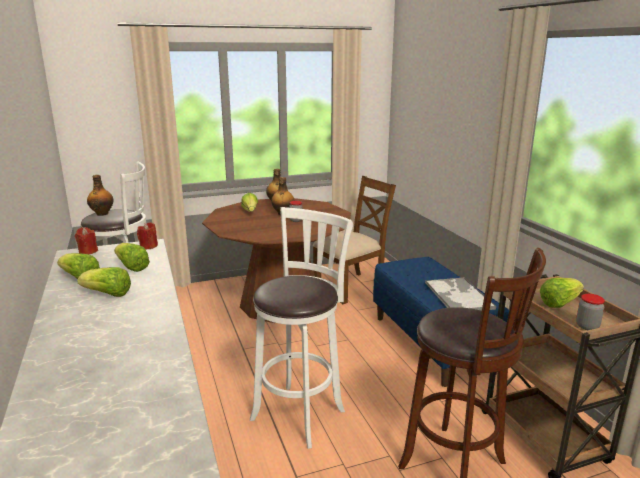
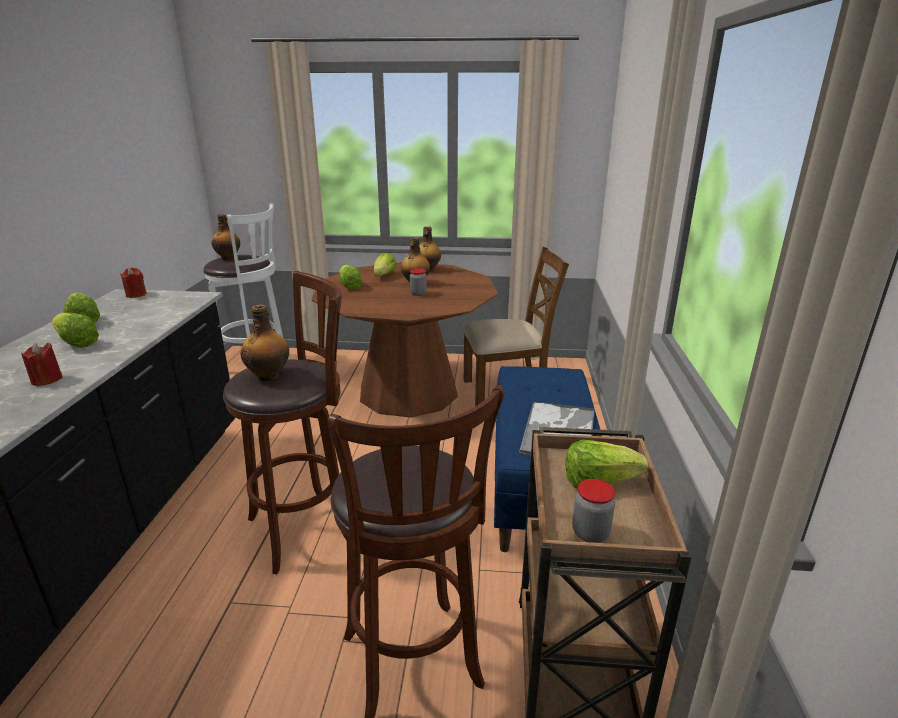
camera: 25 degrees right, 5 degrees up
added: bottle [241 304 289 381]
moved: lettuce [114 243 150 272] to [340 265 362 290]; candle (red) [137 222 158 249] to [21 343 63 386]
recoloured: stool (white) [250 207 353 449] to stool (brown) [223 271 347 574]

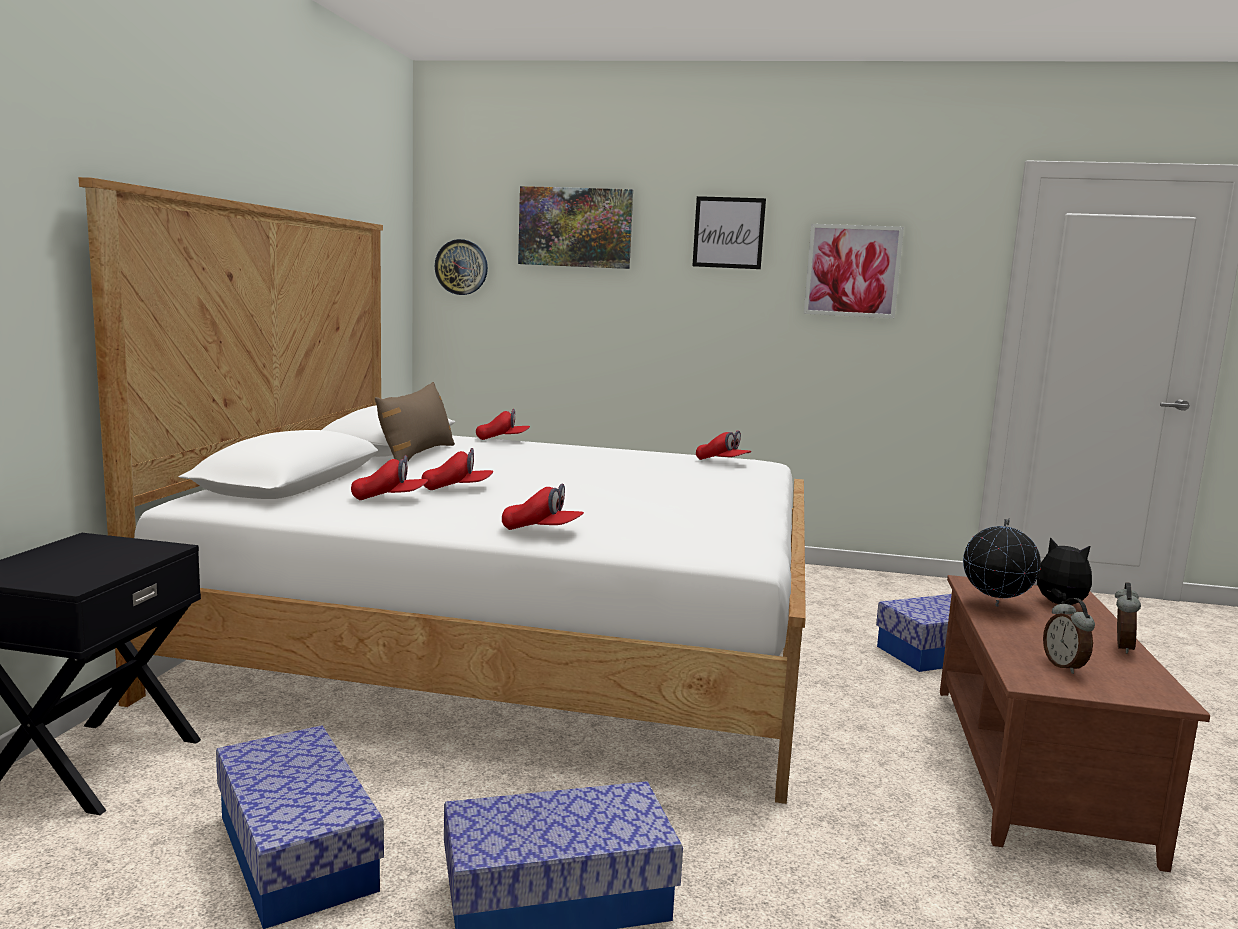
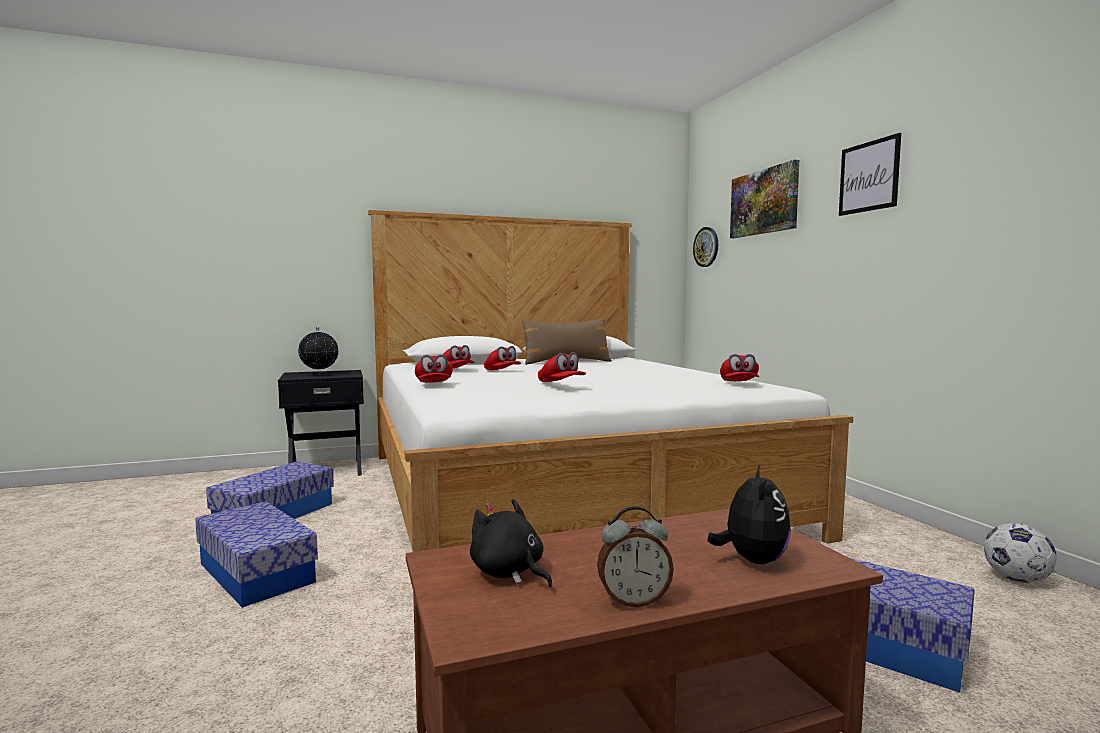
camera: 60 degrees right, 5 degrees down
removed: picture [804 224 904 318]
added: football [984 523 1057 583]
moved: cap (red) [476 409 530 440] to [538 352 586 382]; globe [963 518 1041 607] to [298 327 339 375]
replaced: alarm clock [1043 598 1095 674] to plush toy (black) [470 499 552 587]

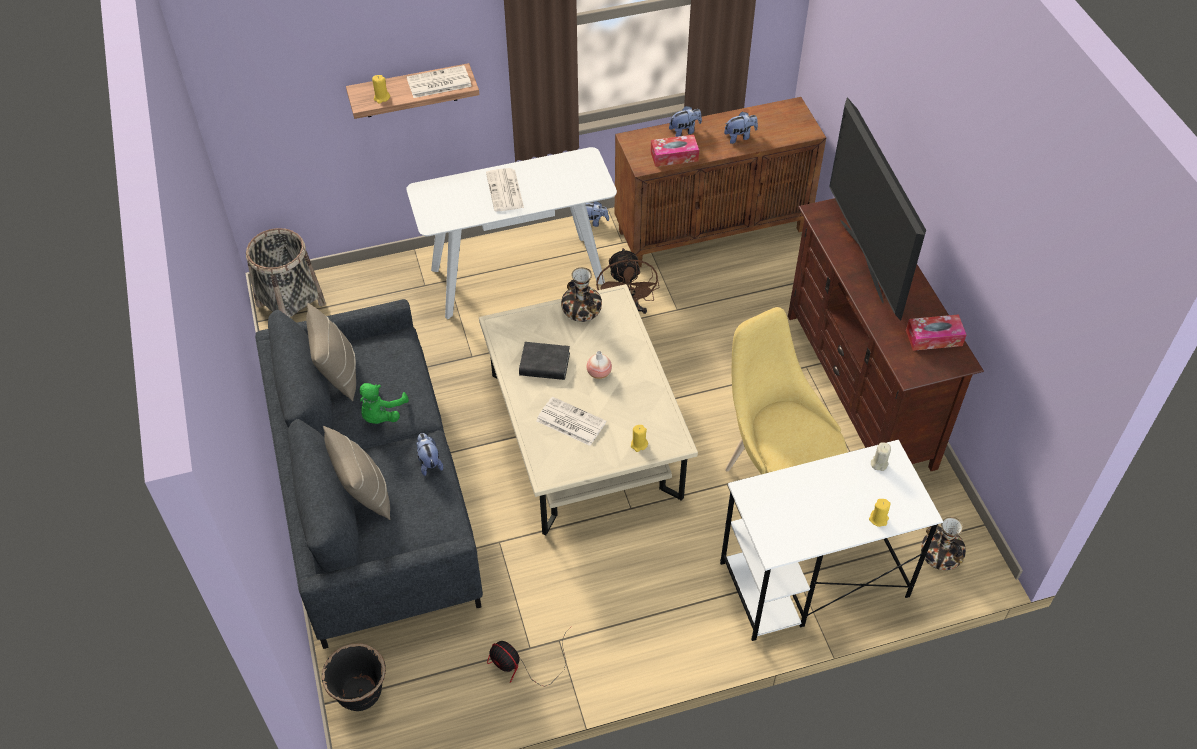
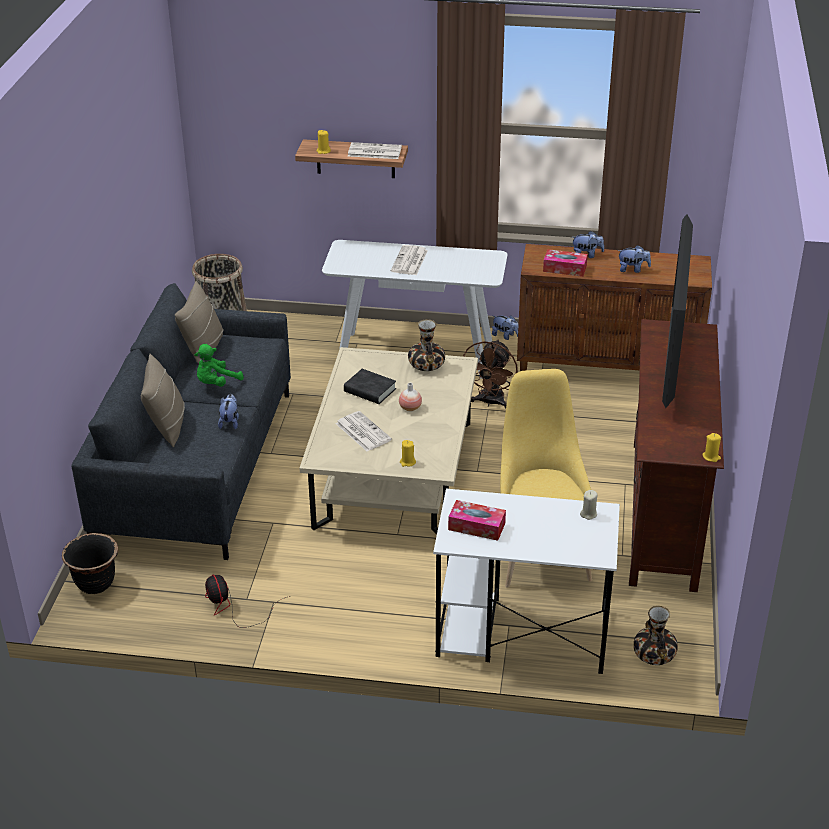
camera: 25 degrees right, 15 degrees down
moved: candle (yellow) [869 499 891 527] to [702 433 721 462]; tissue box [906 314 967 351] to [448 500 506 541]

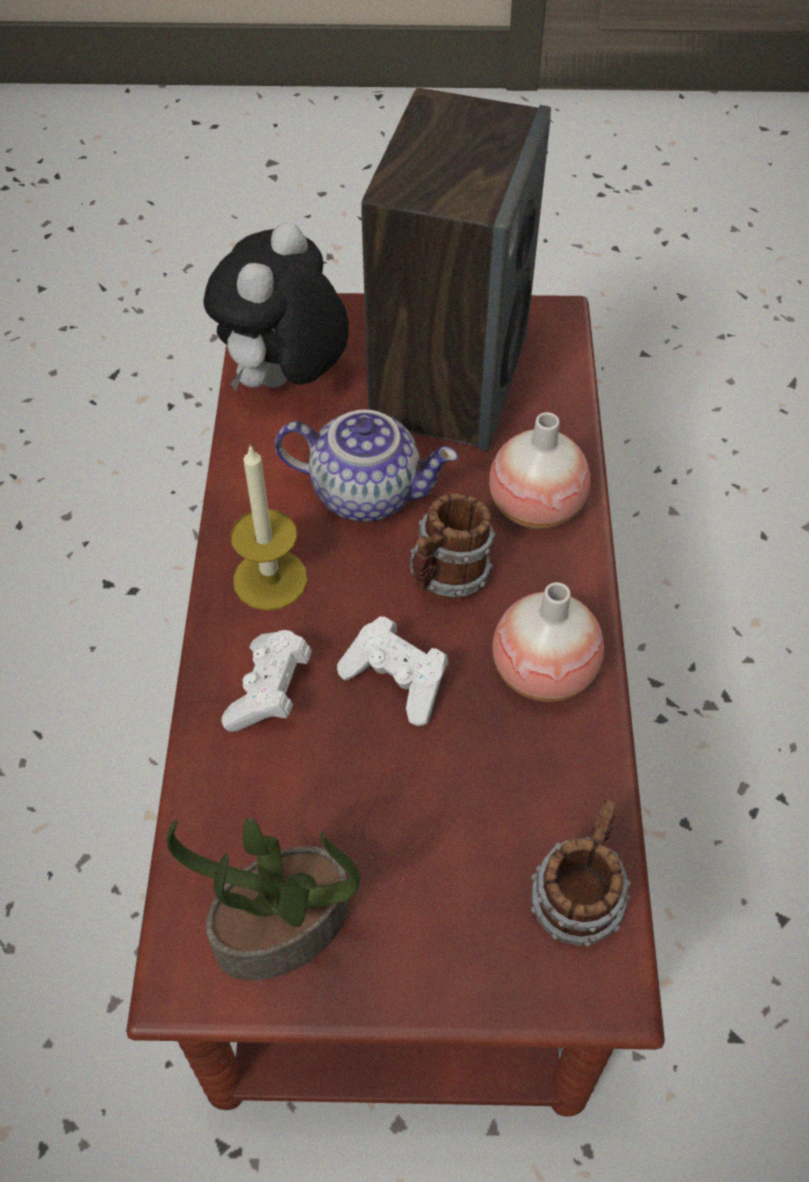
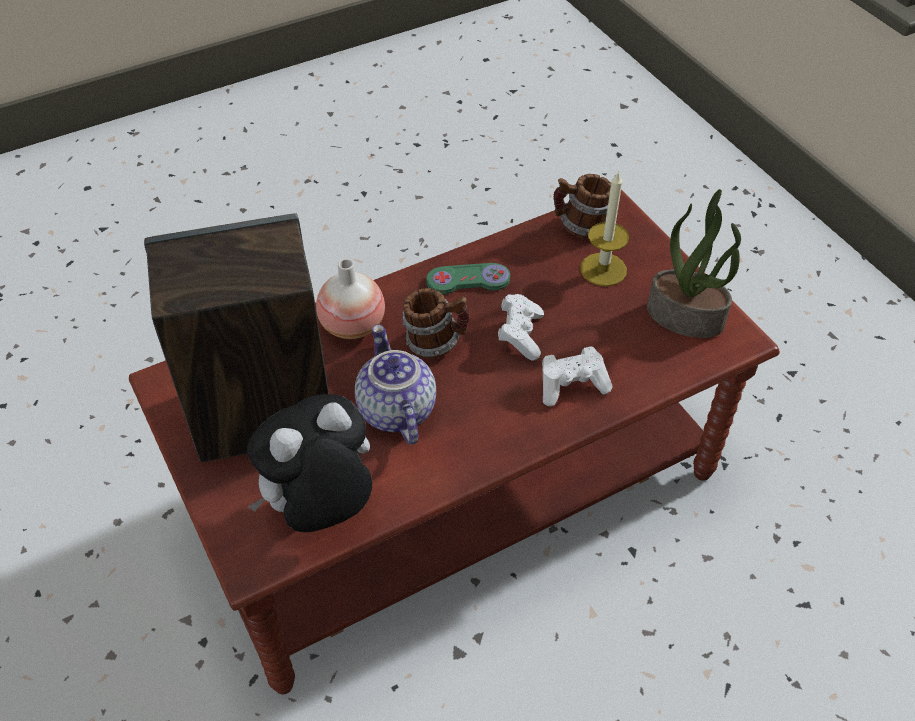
camera: 120 degrees left, 5 degrees down
moved: candle [231 444 308 611] to [580 171 629 286]
replaced: vase [493 582 604 702] to game controller (green) [426 263 510 294]
turned: plush toy [203 222 349 392] = [247 394 372 532] 150 degrees clockwise

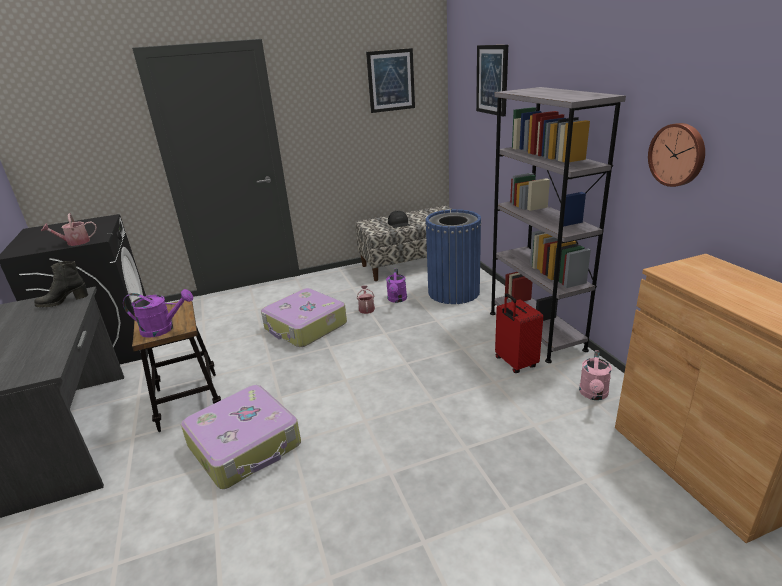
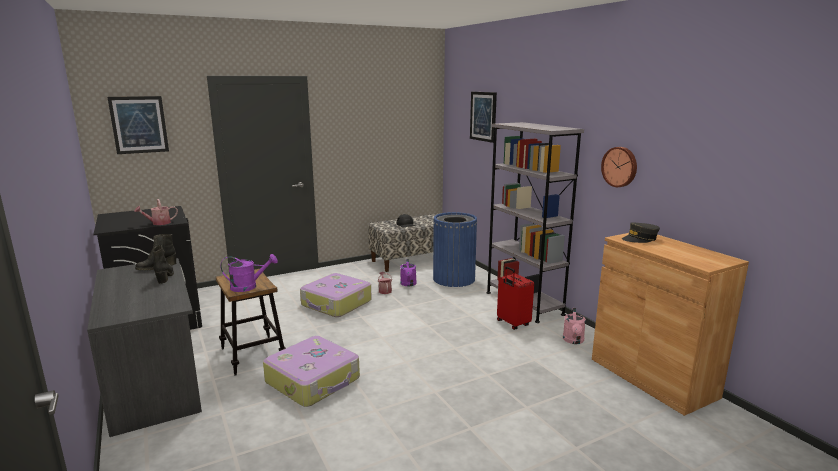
camera: 10 degrees left, 10 degrees down
added: boot (black) [153 245 174 284]; cap (grey) [622 222 660 243]
moved: picture [366 48 415 113] to [107 96 169 154]

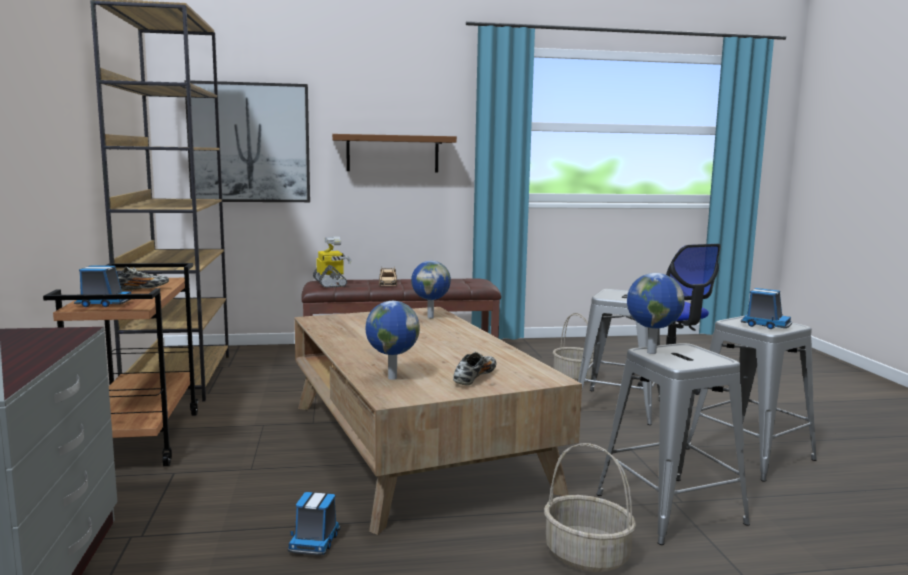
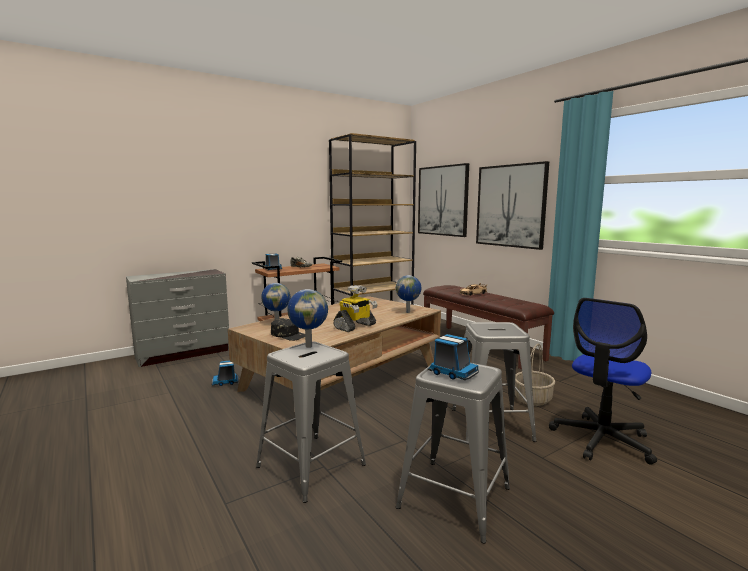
camera: 65 degrees right, 0 degrees up
removed: basket [544 443 636 572]
moved: toy robot [313 236 352 288] to [333 285 378 332]
replaced: shelf (brown) [332 134 457 172] to picture [476 161 549 250]; shoe [453 352 497 385] to cap (black) [271 318 305 341]
turned: toy truck [741 288 792 329] = [428 334 479 380] 60 degrees counterclockwise

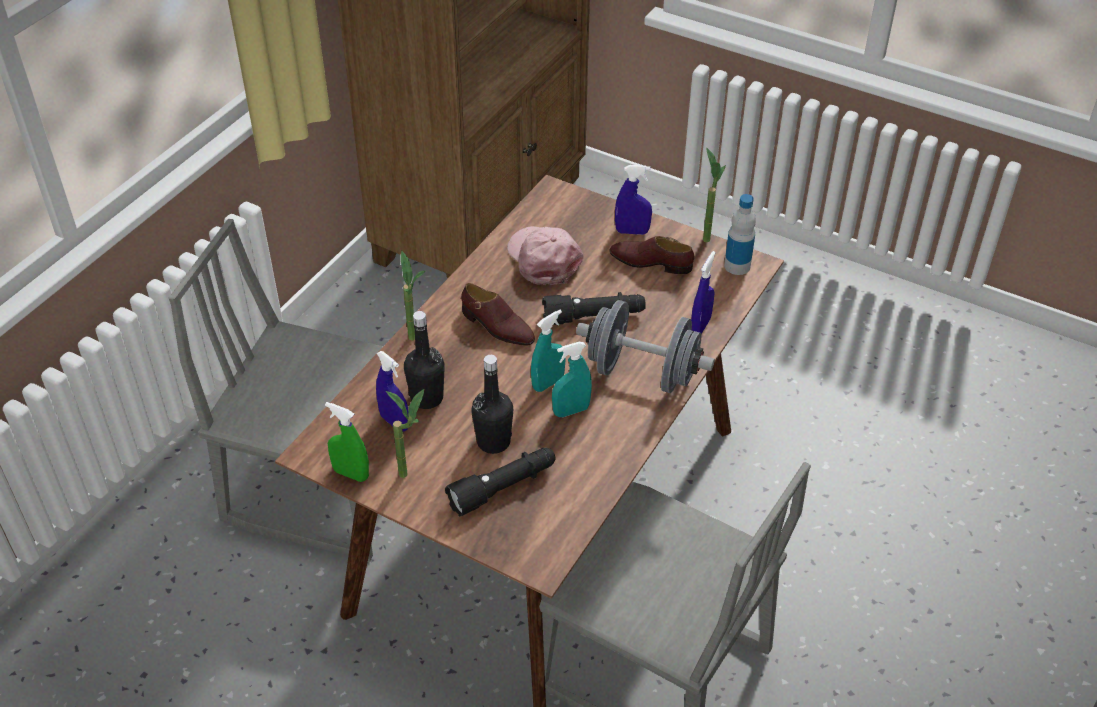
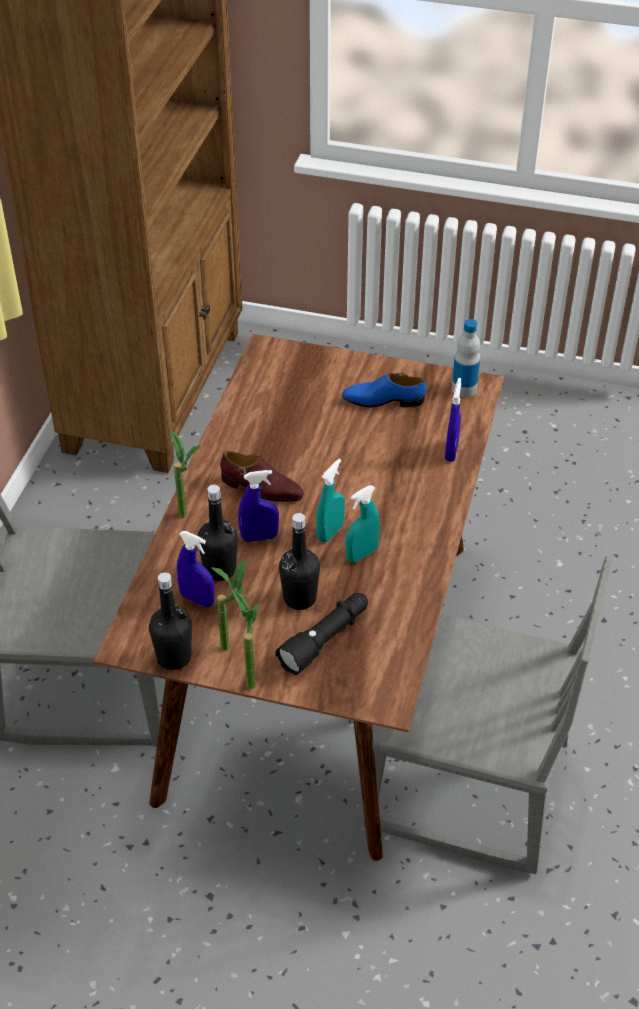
camera: 15 degrees left, 0 degrees up
removed: cap (pink) [507 226 584 285]; flashlight (black) [542 292 646 325]; dumbbell (grey) [576 300 715 393]
moved: spray bottle (blue) [615 165 652 235] to [238 470 279 542]; potted plant [703 148 726 243] to [232 589 259 689]
replaced: spray bottle (green) [325 402 369 482] to bottle (black) [149 572 192 670]
recoloured: shoe (brown) [610 236 694 275] to shoe (blue) [342 373 427 408]

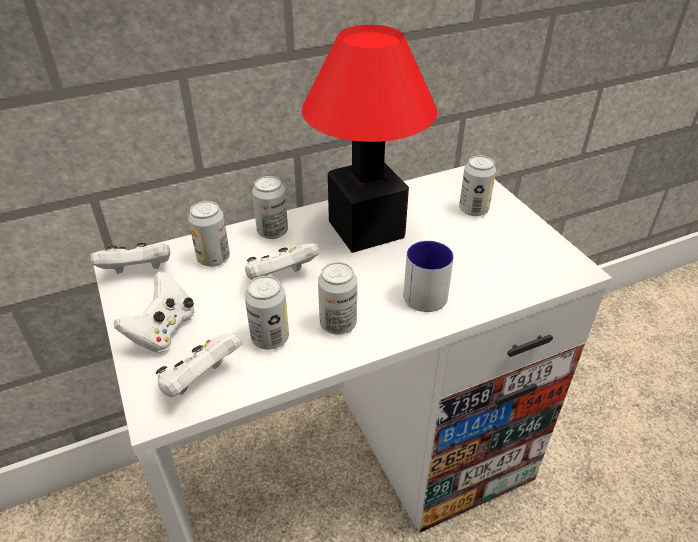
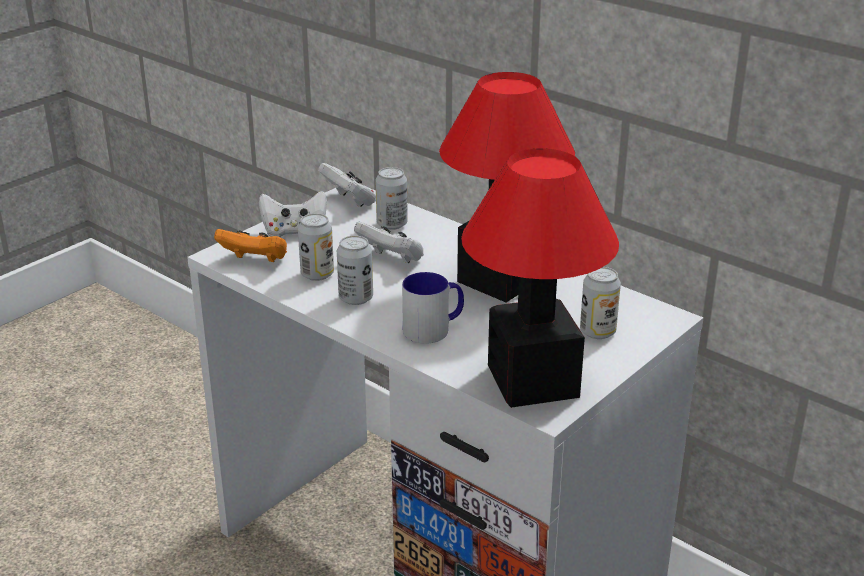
camera: 65 degrees right, 10 degrees down
removed: can [252 176 288 239]
added: table lamp [461 148 619 408]
recoloured: game controller (white) [156 332 243 397] to game controller (orange) [214 229 287 262]

